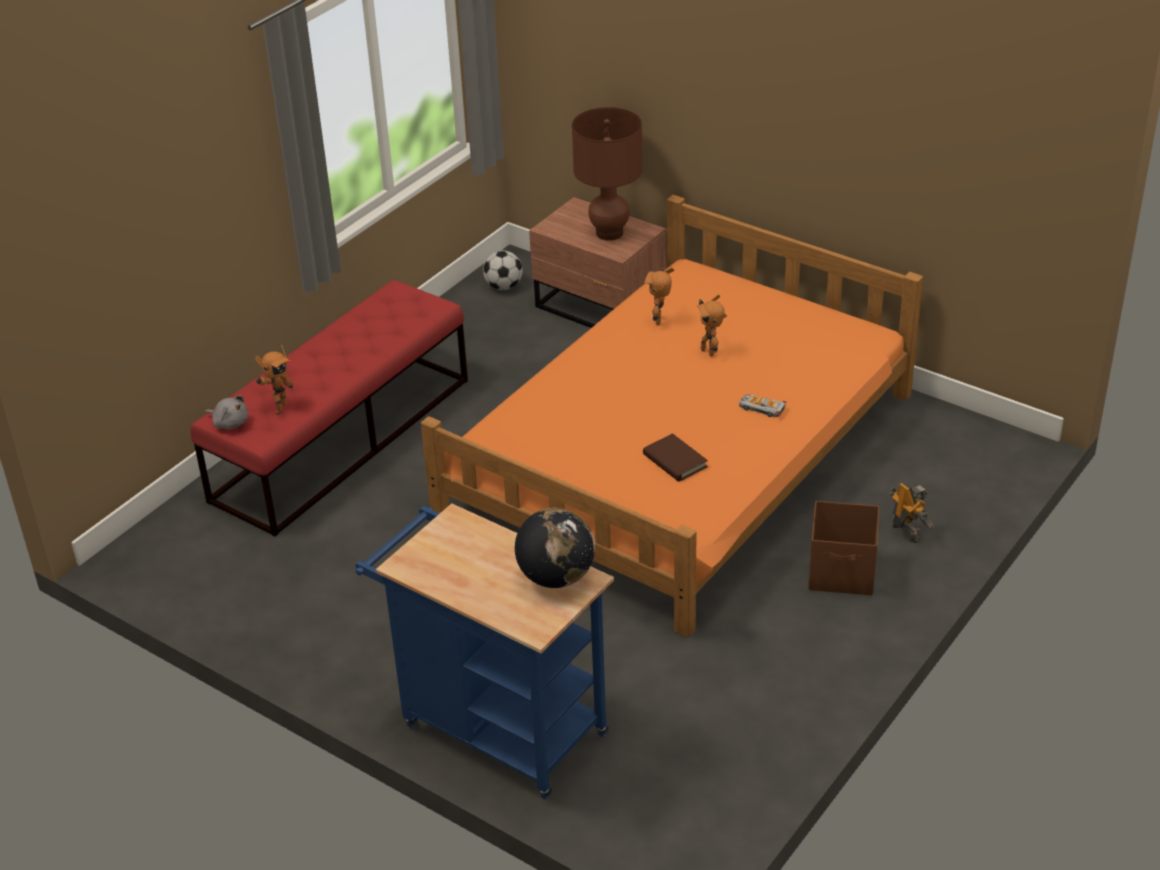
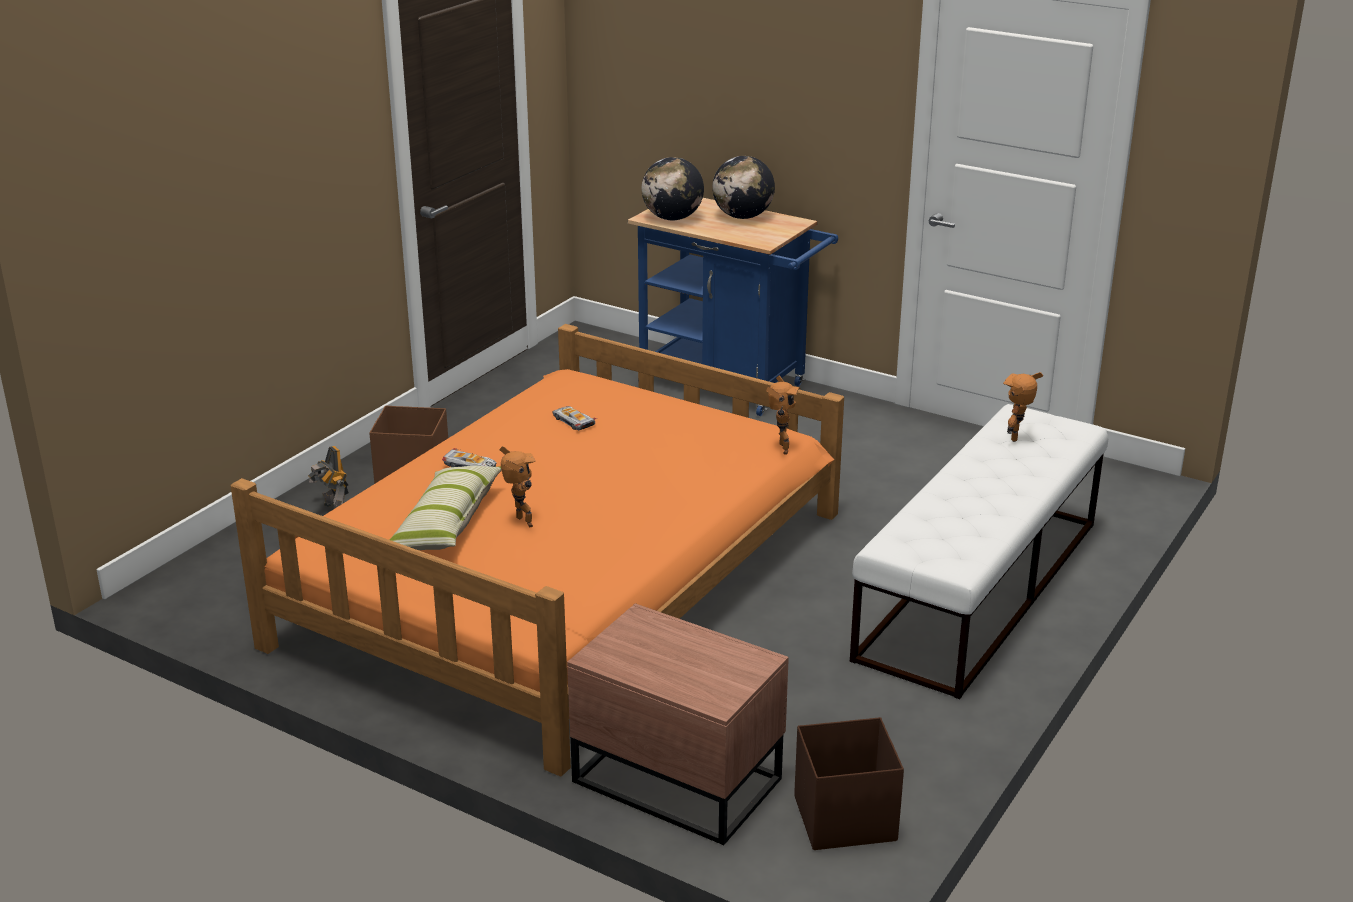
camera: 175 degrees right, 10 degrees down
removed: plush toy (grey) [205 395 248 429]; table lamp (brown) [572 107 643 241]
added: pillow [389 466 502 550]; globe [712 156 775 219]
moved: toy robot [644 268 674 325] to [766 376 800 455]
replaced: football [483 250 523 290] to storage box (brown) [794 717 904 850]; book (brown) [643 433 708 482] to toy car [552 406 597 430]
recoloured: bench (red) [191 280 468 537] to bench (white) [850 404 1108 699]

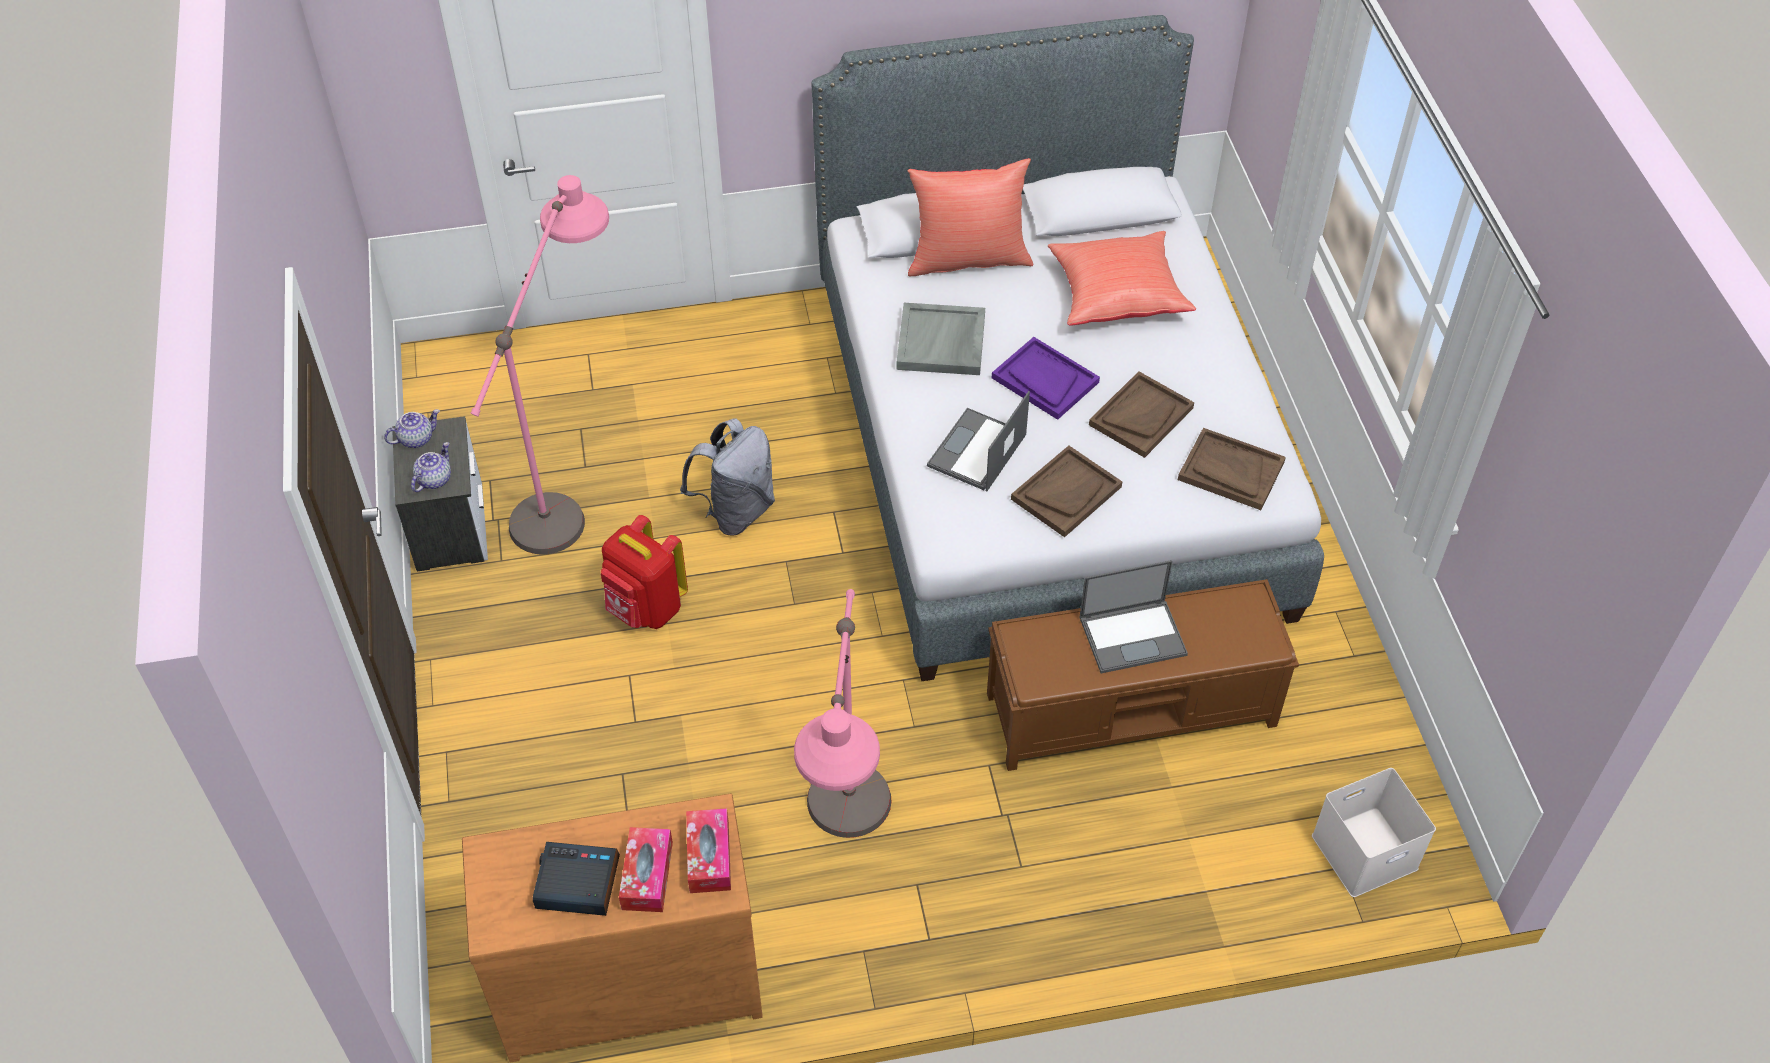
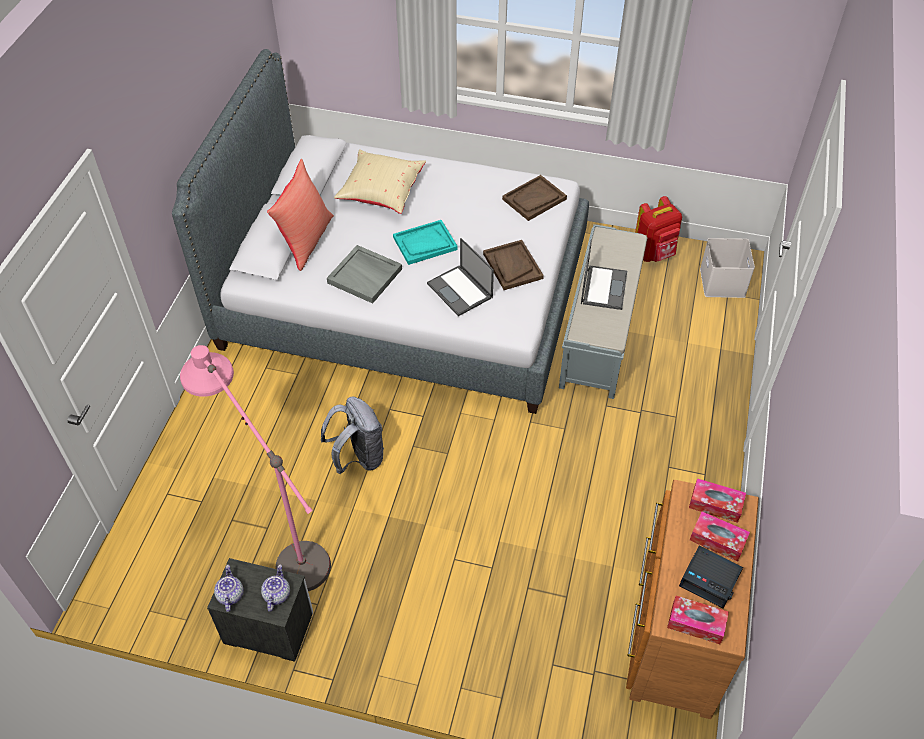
camera: 65 degrees left, 0 degrees up
removed: floor lamp (pink) [794 589 891 838]; tray (brown) [1089 371 1194 458]
added: tissue box [667 596 729 644]
moved: backpack (red) [601 515 688 629] to [635 196 682 262]
recoloured: bench (brown) [987 579 1299 771] to bench (grey) [559 224 648 399]; tray (purple) [992 337 1100 420] to tray (turquoise) [393 220 458 265]; pillow (red) [1048 231 1196 326] to pillow (beige) [334 149 426 214]
turned: teapot [411 442 451 492] = [261 564 290 612] 45 degrees clockwise; alarm clock [532 842 620 916] = [679 546 743 609] 90 degrees counterclockwise

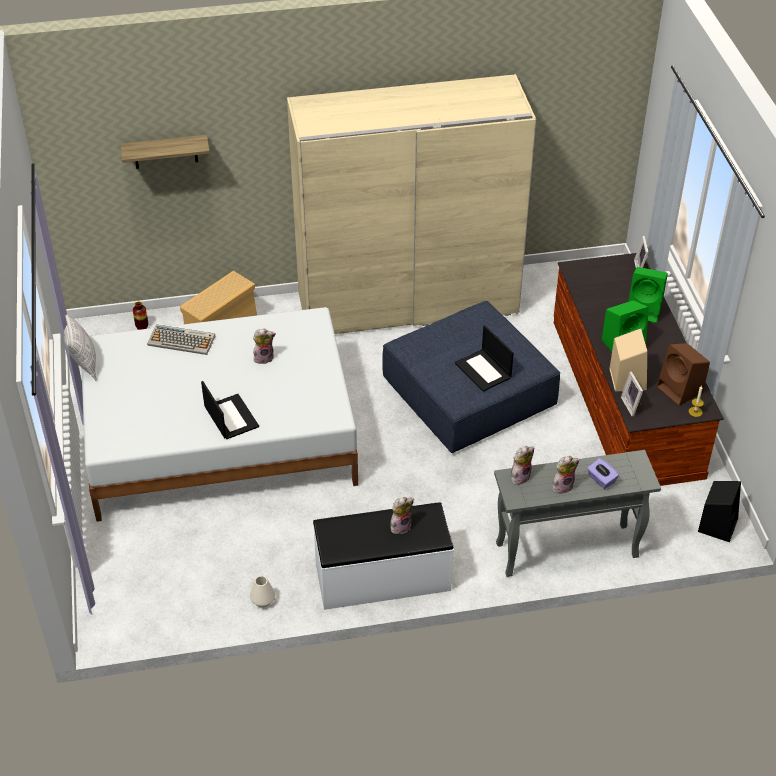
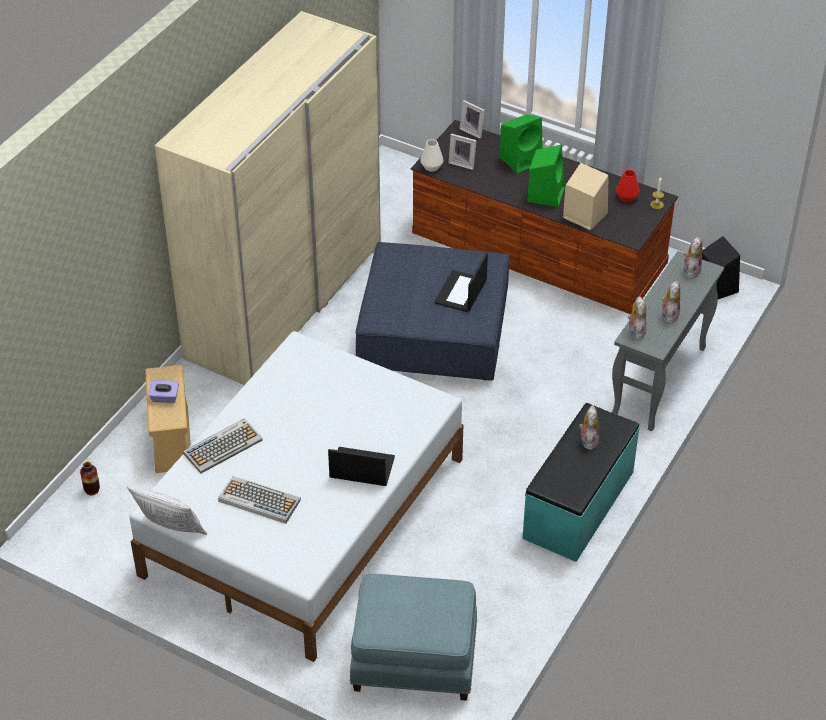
camera: 50 degrees left, 0 degrees up
removed: shelf [120 135 210 169]
added: keyboard [218 476 301 524]; ottoman (blue) [350 574 477 701]
moved: vase (white) [250 576 275 608] to [420 140 443 172]; plush toy [253 328 276 364] to [684 237 703 279]; tissue box (purple) [587 458 619 489] to [149 380 179 403]; picture frame [621 372 643 417] to [448 134 476 170]
replaced: speaker (brown) [657 343 710 406] to vase (red) [616 170 640 202]
recoloured: bench (white) [313 502 454 610] to bench (turquoise) [523 403 640 562]
turned: laptop [455 325 514 392] = [434 253 488 312] 105 degrees clockwise

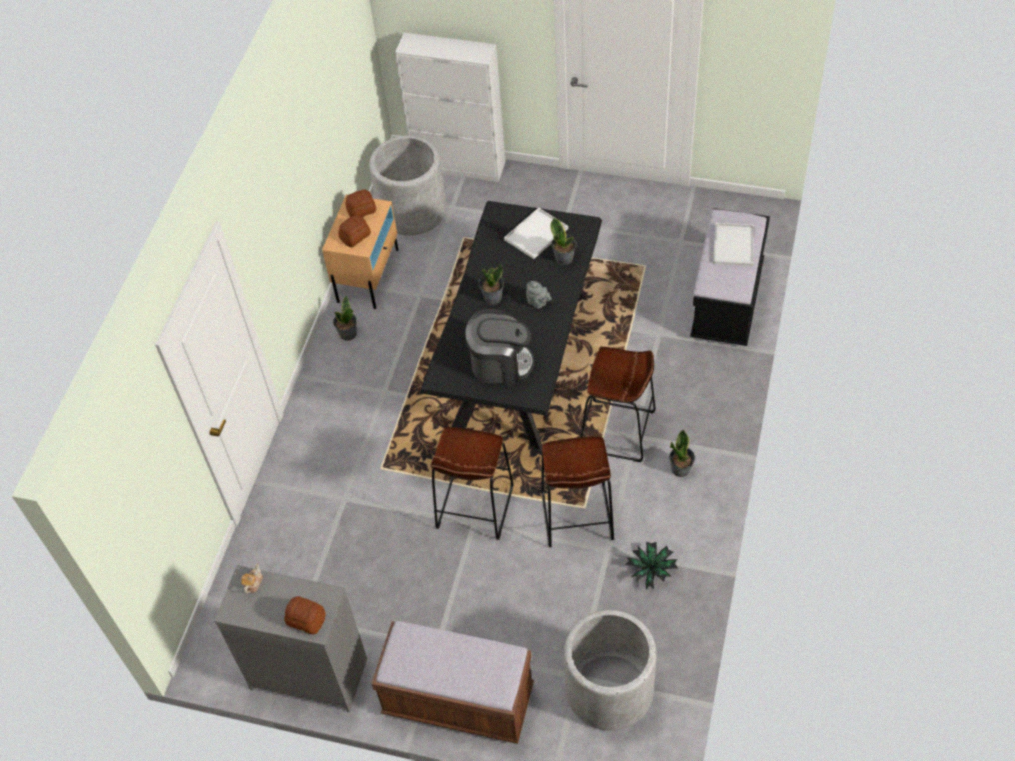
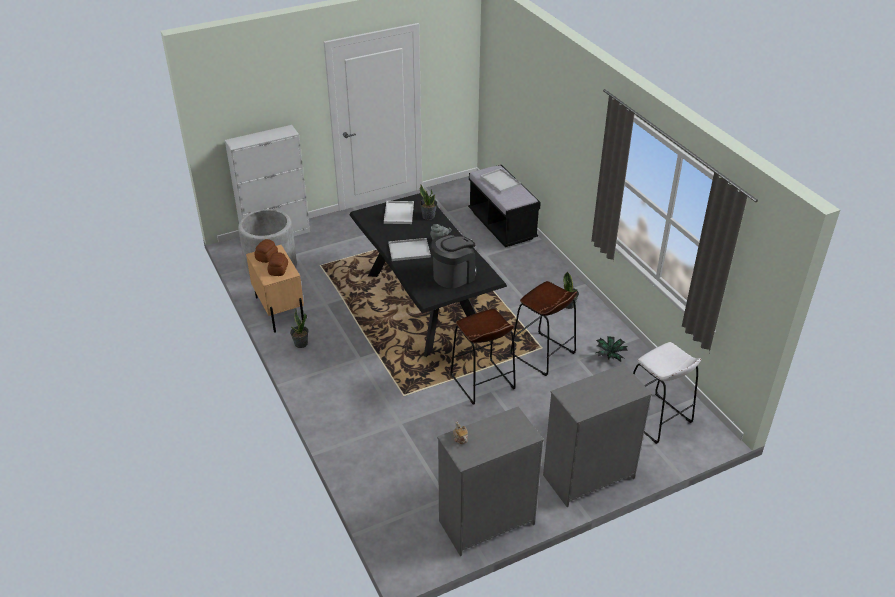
camera: 45 degrees left, 15 degrees down
removed: bread [284 596 326 634]; stool (brown) [581 347 656 462]
replaced: bench (brown) [371 621 534 744] to dresser (grey) [543 364 652 507]; potted plant [479 263 504 305] to tray (white) [388 238 431 261]; planter (grey) [564 610 657 731] to stool (white) [633 342 701 444]

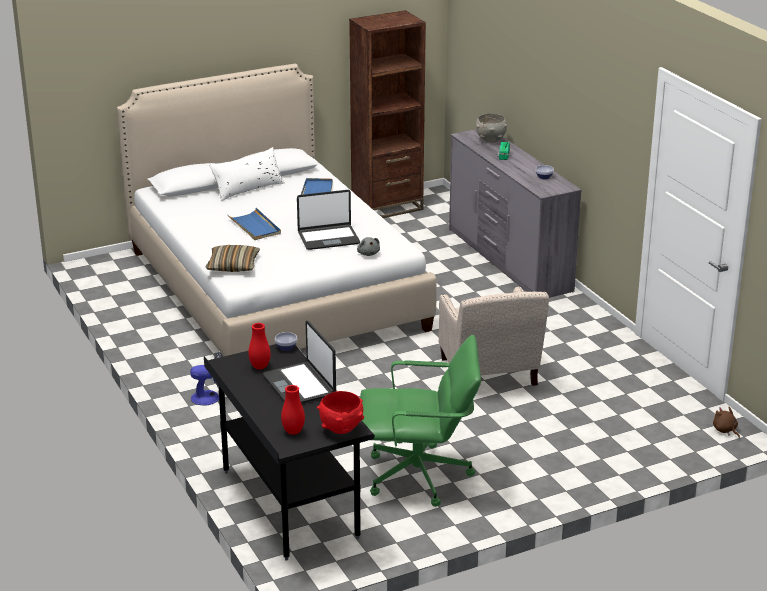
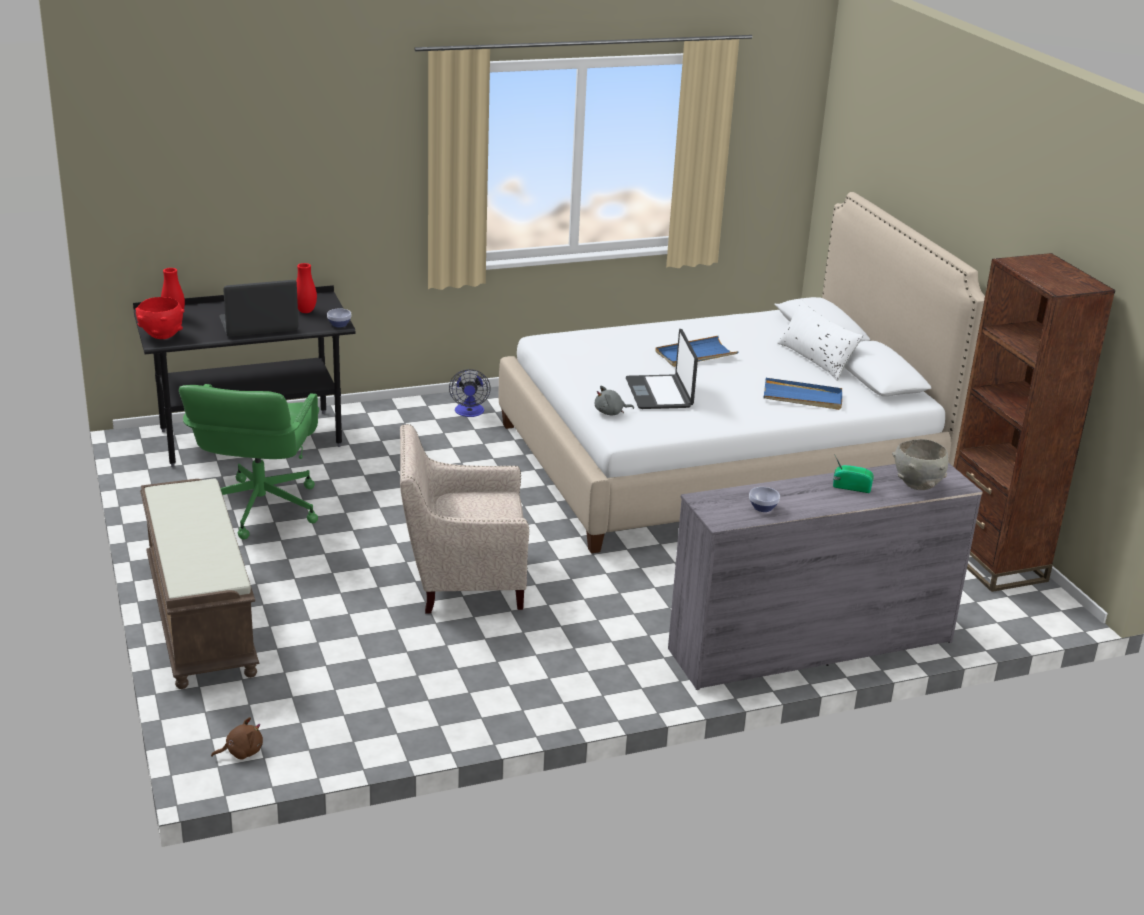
camera: 95 degrees right, 0 degrees up
removed: pillow [205 245 260 272]
added: bench (brown) [140 479 259 689]

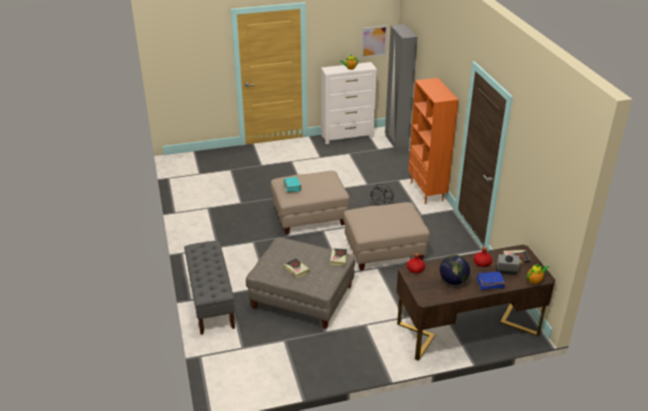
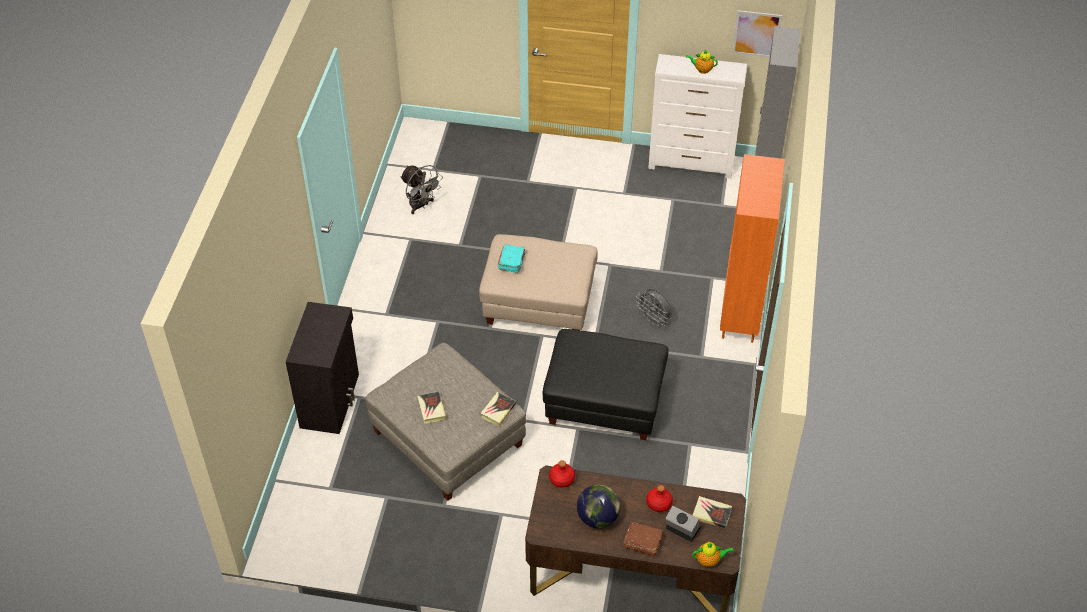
camera: 25 degrees right, 15 degrees up
added: fan (grey) [400 165 443 214]
replaced: bench (grey) [184 241 235 335] to cabinet (black) [286 302 359 434]
recoloured: ottoman (beige) [343 202 430 270] to ottoman (black) [543 329 668 440]; book (blue) [477 271 505 290] to book (brown) [623 522 663 556]

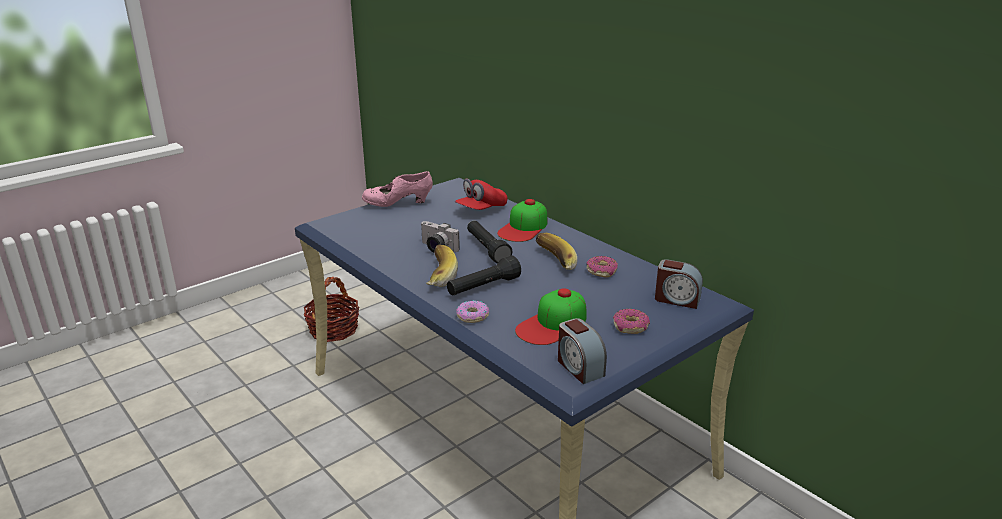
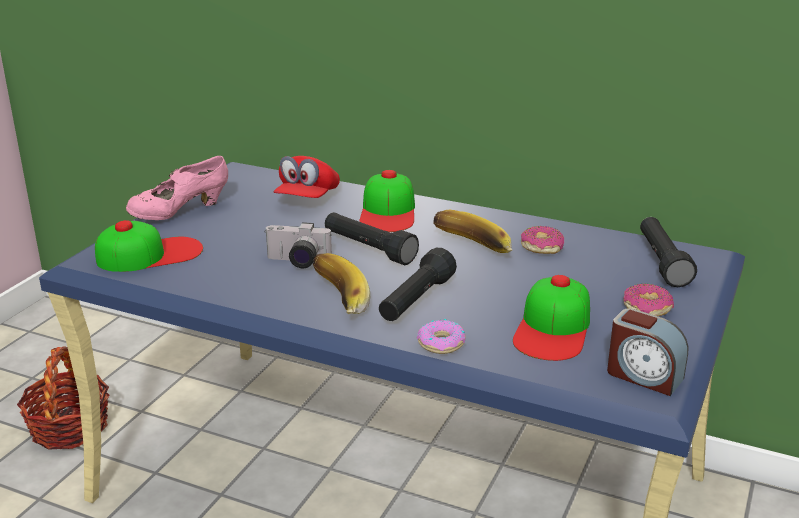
camera: 25 degrees left, 0 degrees up
added: cap [95 220 203 272]
replaced: alarm clock [655 259 703 309] to flashlight (black) [640 217 697 287]

